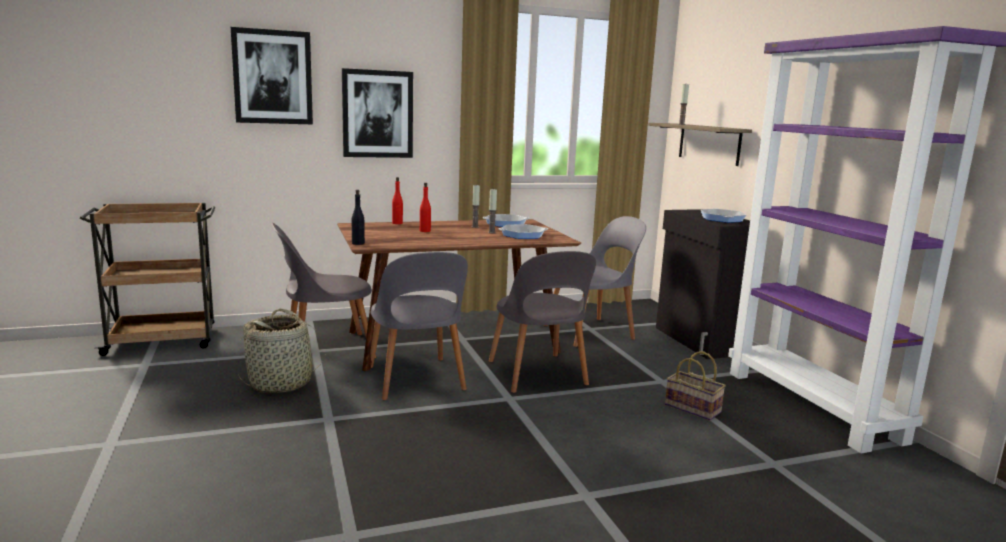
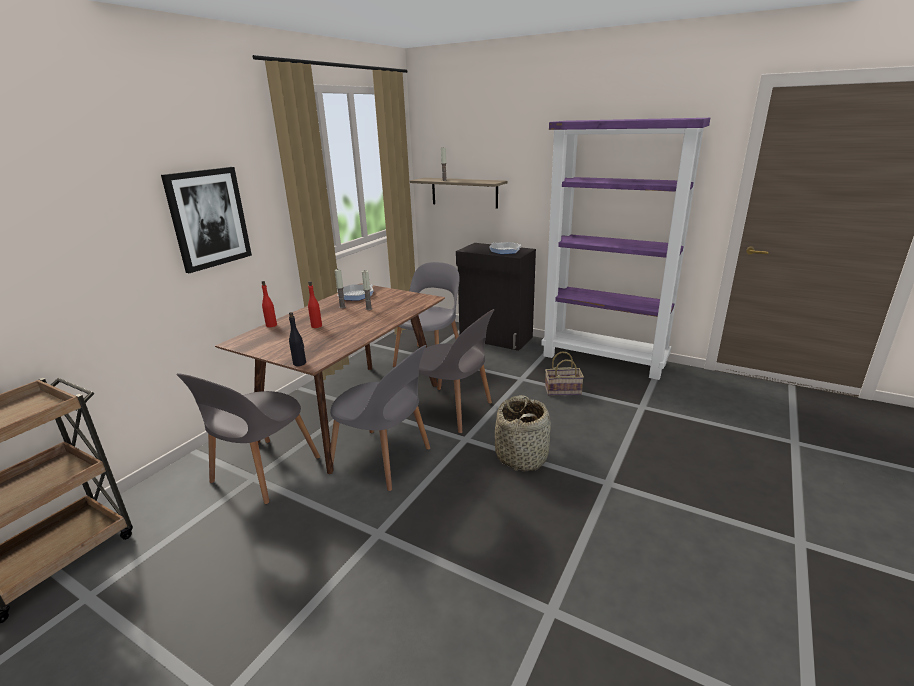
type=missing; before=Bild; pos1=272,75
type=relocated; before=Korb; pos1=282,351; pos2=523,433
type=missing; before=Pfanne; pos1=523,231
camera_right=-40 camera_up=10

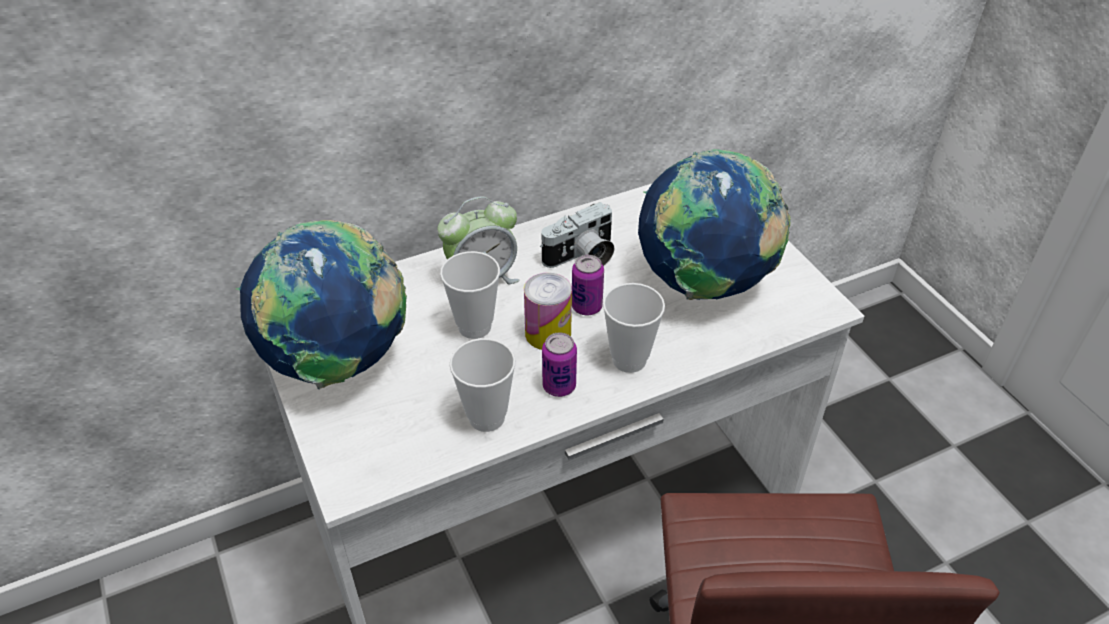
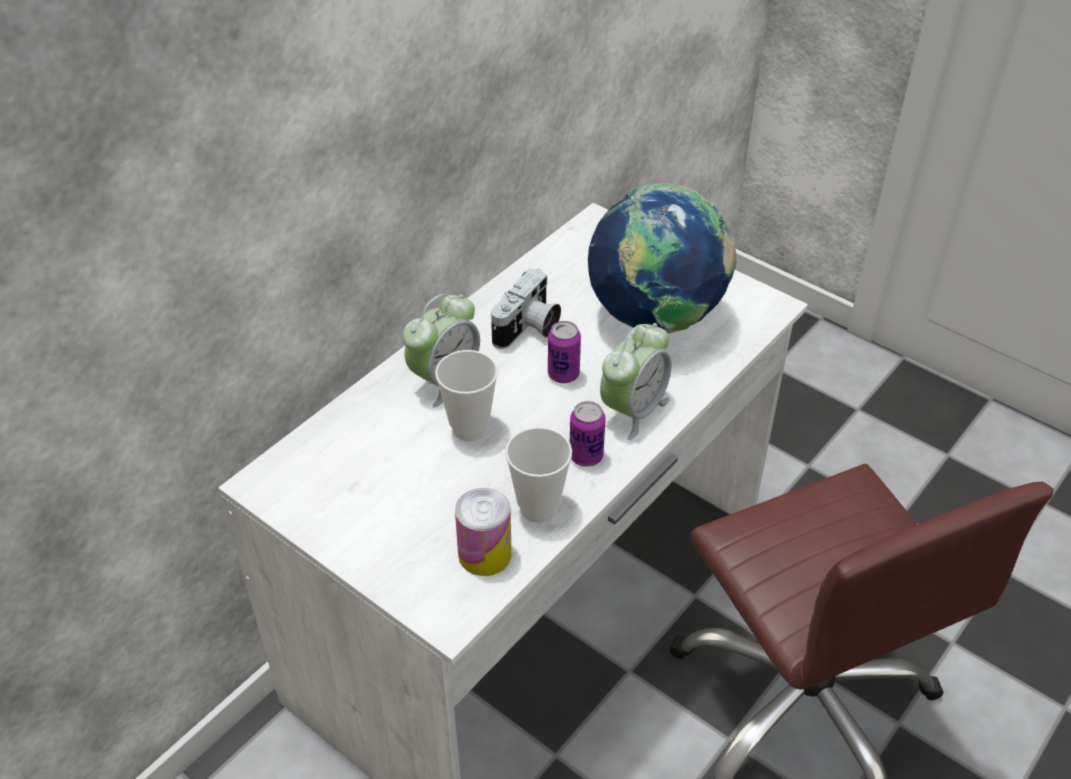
type=missing; before=Globus; pos1=321,304
type=relocated; before=Dose; pos1=548,311; pos2=483,532
type=exchanged; before=Tasse; after=Wecker; pos1=634,328; pos2=636,381
camera_right=-25 camera_up=0

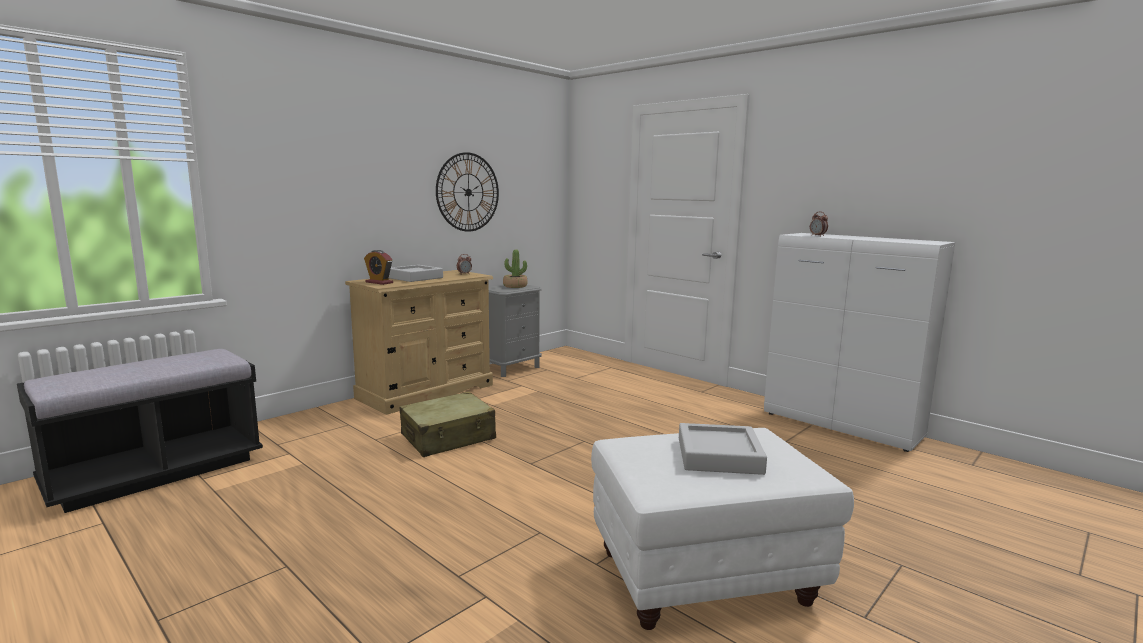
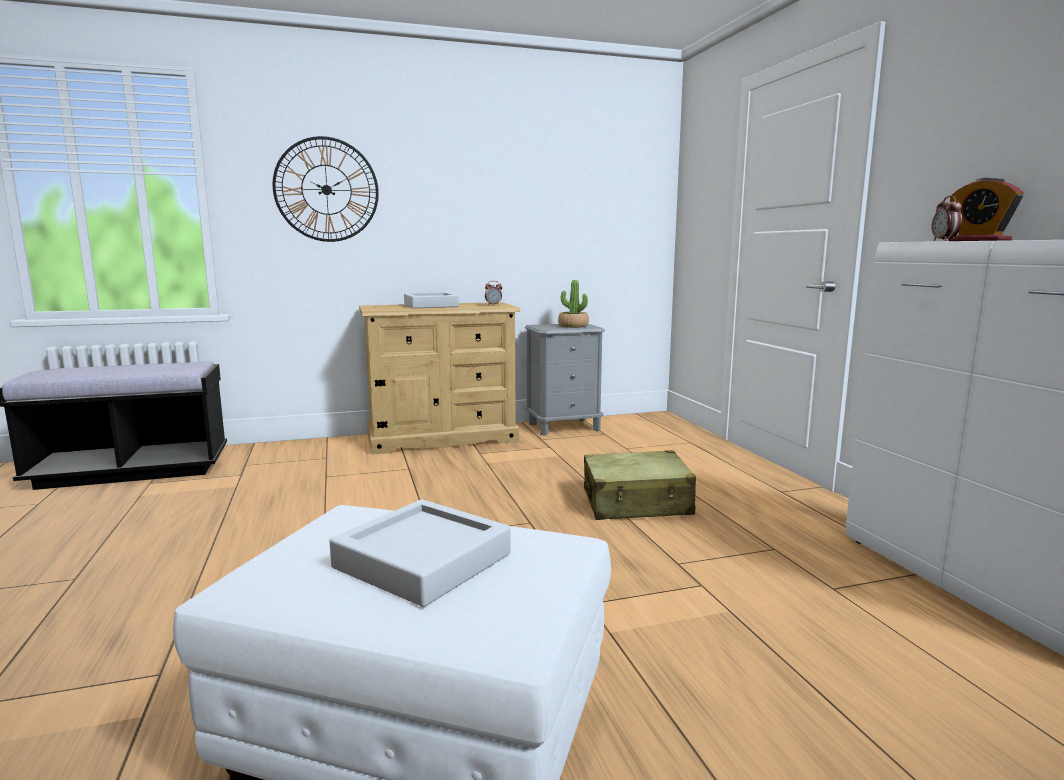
type=relocated; before=Wecker; pos1=378,267; pos2=986,209
type=relocated; before=Koffer/beige; pos1=448,424; pos2=640,485
type=relocated; before=Wanduhr; pos1=467,192; pos2=326,189
camera_right=30 camera_up=0

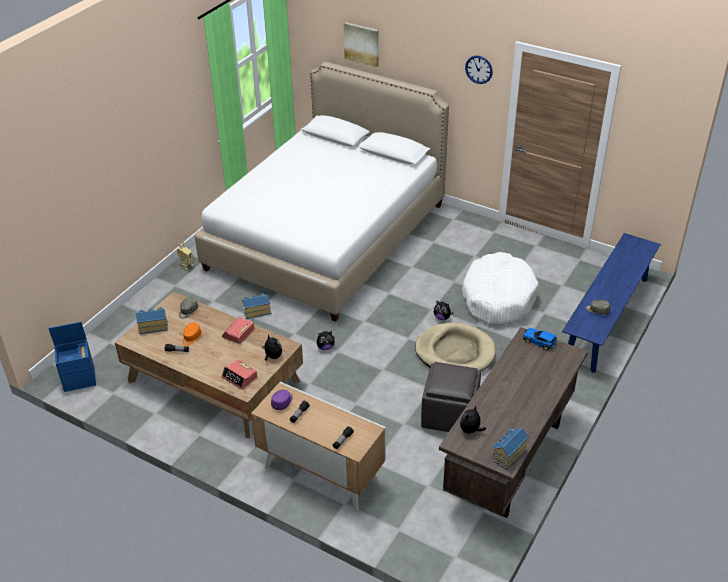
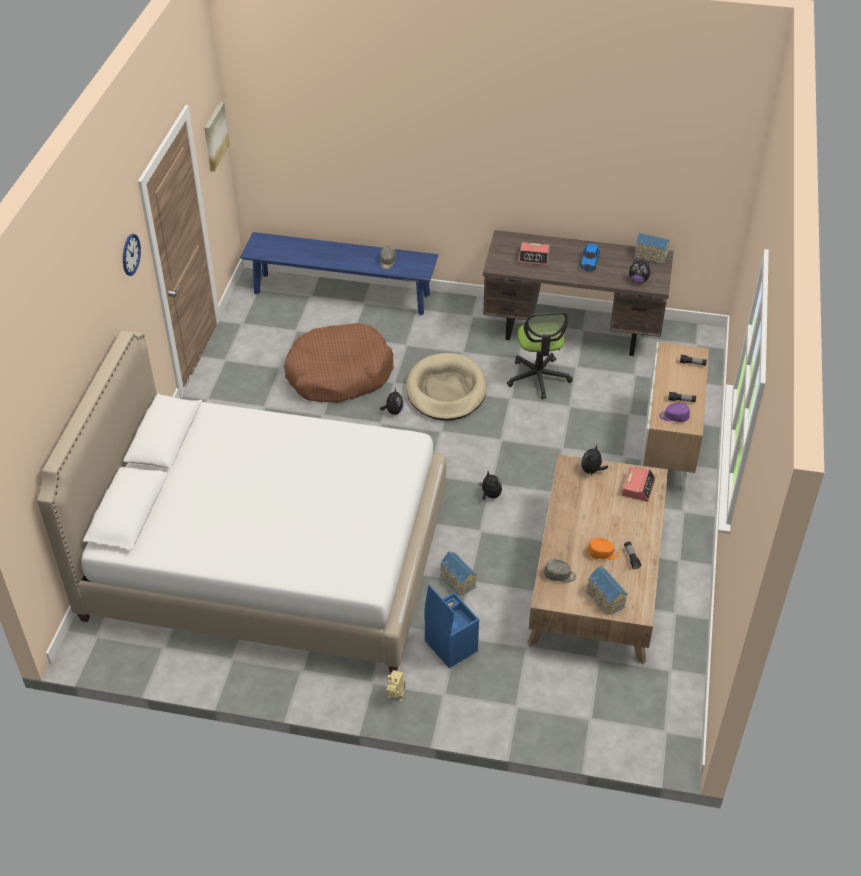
type=relocated; before=Aufbewahrungsbox/blau; pos1=72,357; pos2=452,626
type=relocated; before=Wecker; pos1=238,330; pos2=534,253
type=relocated; before=Bild; pos1=361,44; pos2=217,137
type=exchanged; before=Polsterhocker/grau; after=Bürostuhl; pos1=451,397; pos2=540,356
type=colour; before=Hundebett/weiß; after=Hundebett/braun; pos1=500,288; pos2=339,363
type=relocated; before=Spielzeugauto; pos1=540,339; pos2=590,257
camera_right=-110 camera_up=5

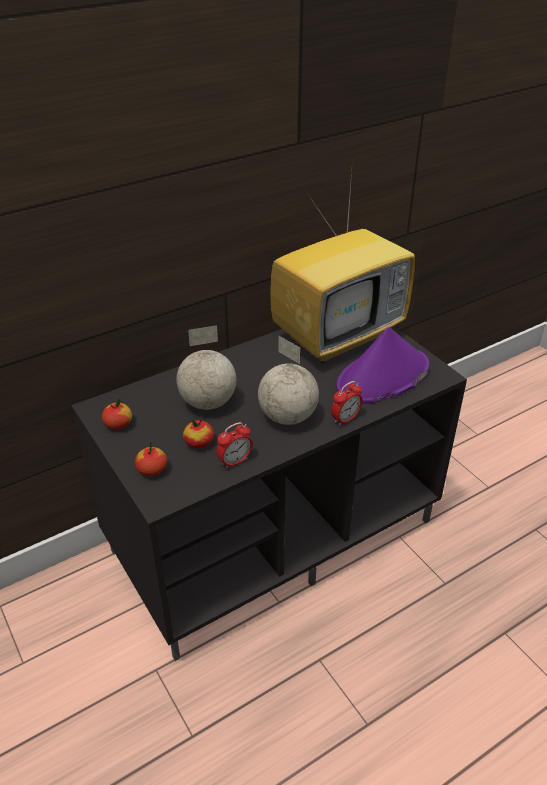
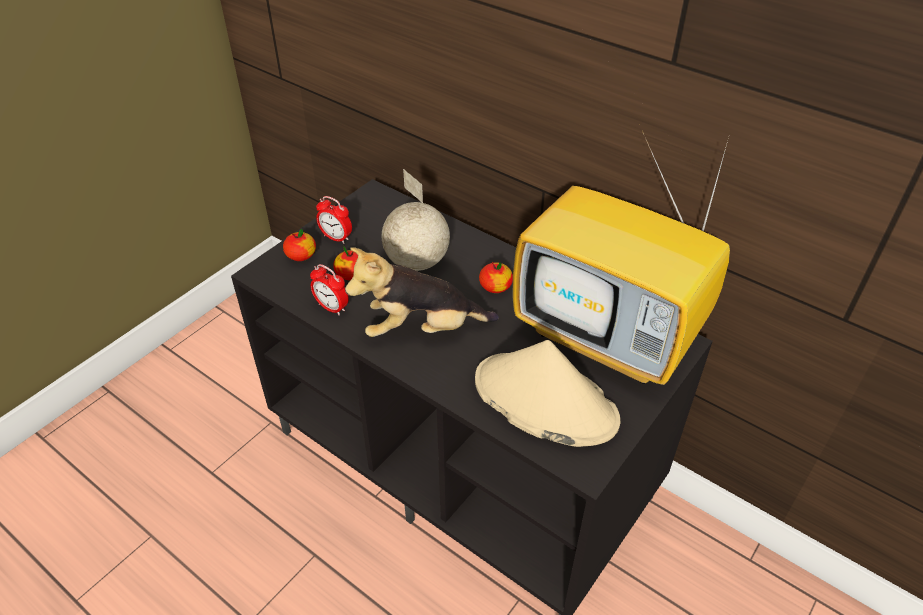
type=relocated; before=Apfel; pos1=117,414; pos2=496,277
type=exchanged; before=Globus; after=Plüschtier; pos1=288,380; pos2=422,292
type=relocated; before=Wecker; pos1=347,403; pos2=334,220
type=colour; before=Hut/lila; after=Hut/beige; pos1=382,365; pos2=547,393
camera_right=70 camera_up=5

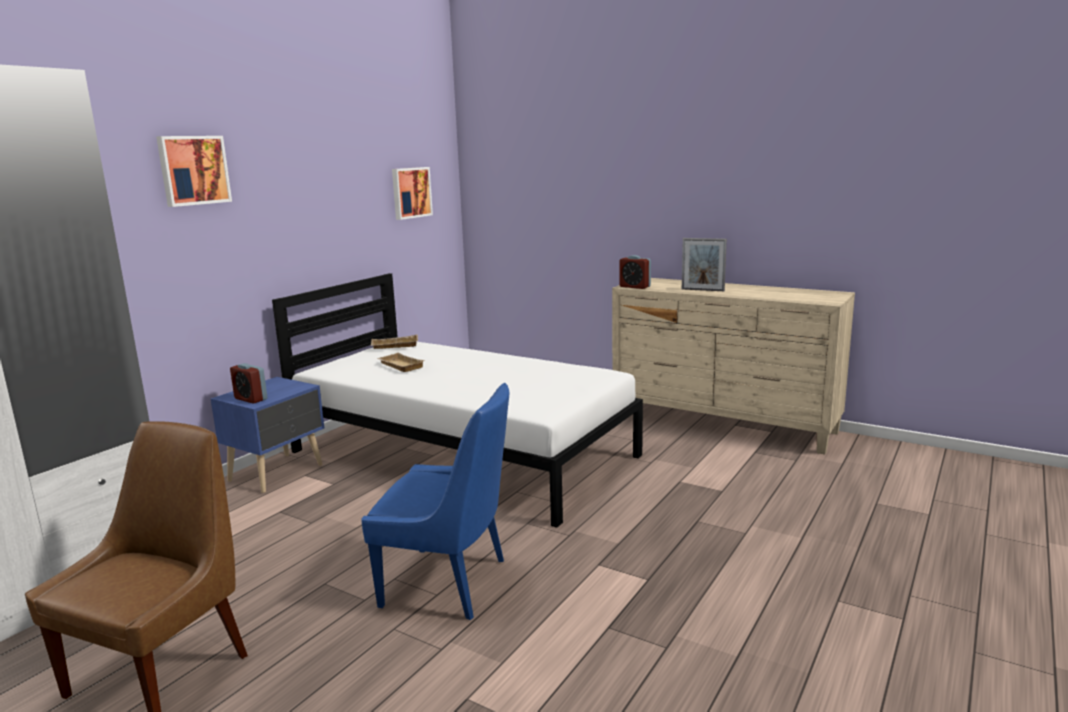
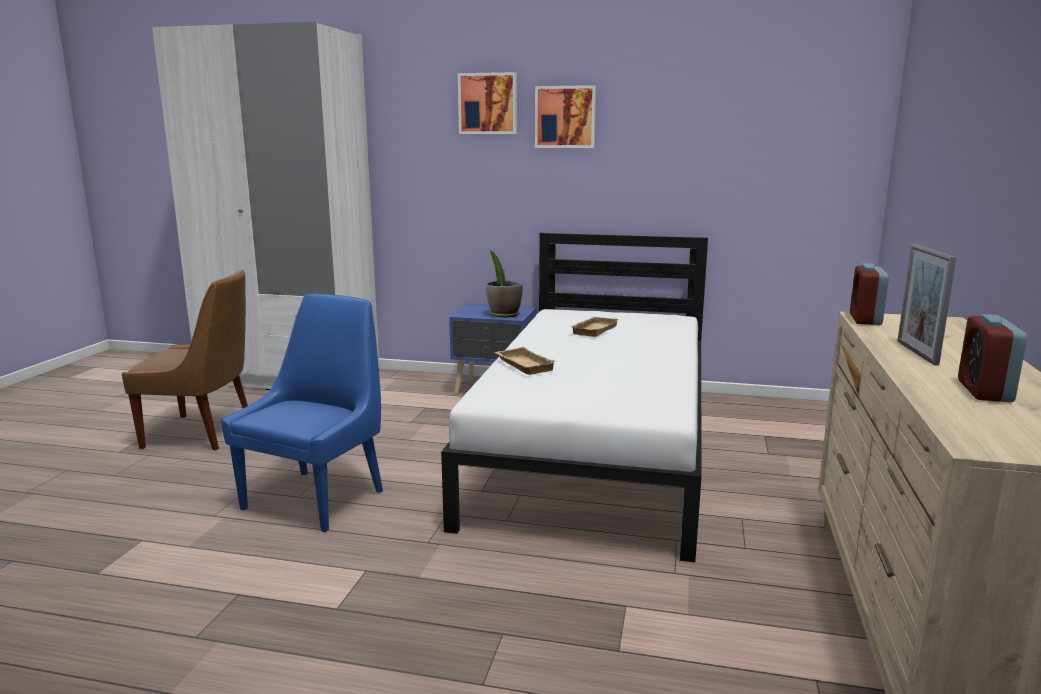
type=relocated; before=Wecker; pos1=248,383; pos2=992,358
type=spun; before=Stuhl/blau; pos1=435,501; pos2=302,413; turn=-150
type=relocated; before=Tablett/beige; pos1=394,341; pos2=525,361
type=relocated; before=Bild; pos1=412,193; pos2=565,116
type=appeared; after=Topfpflanze; pos2=504,284
camera_right=70 camera_up=0

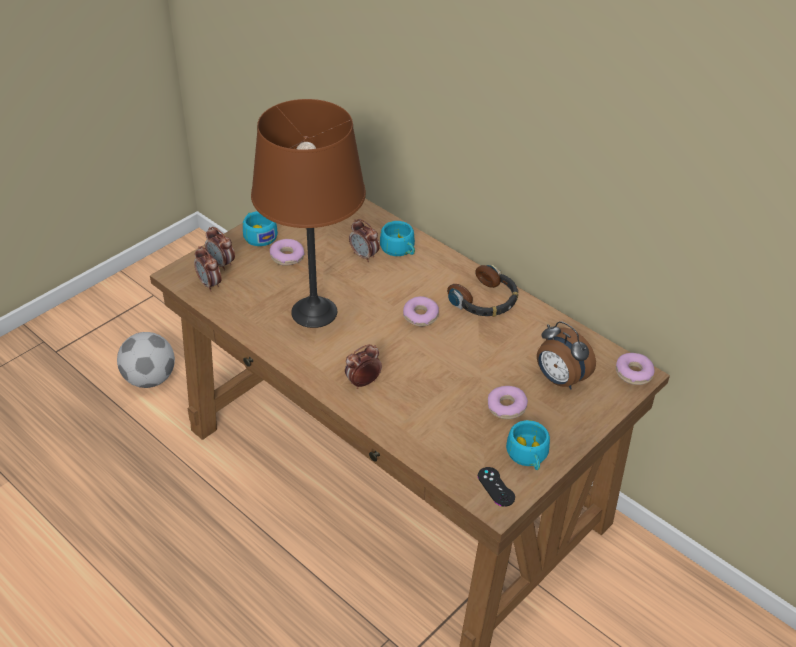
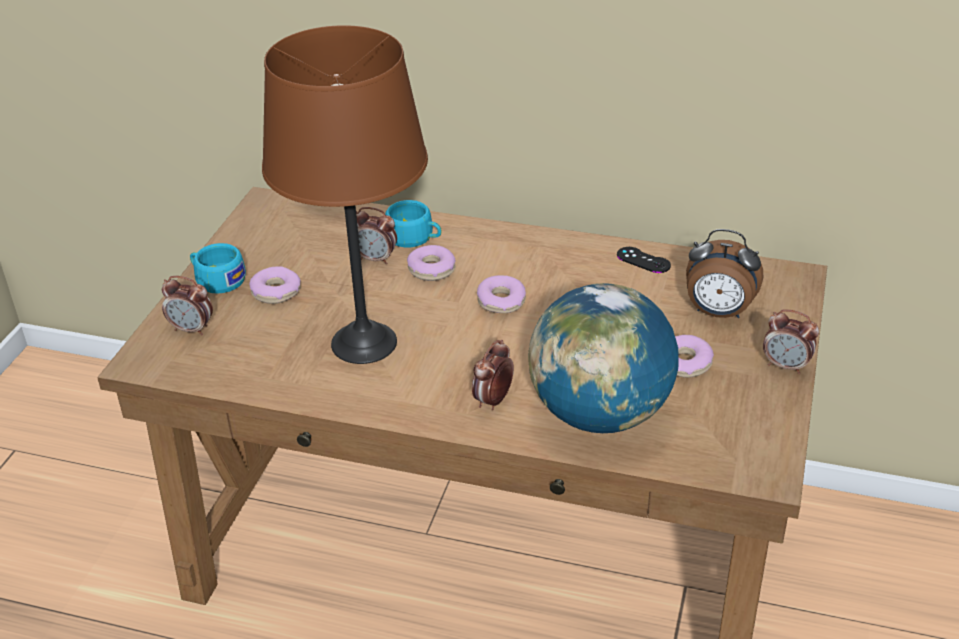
type=missing; before=Fußball; pos1=146,360
type=relocated; before=Wecker; pos1=207,269; pos2=791,341
type=missing; before=Kopfhörer; pos1=482,291
type=relocated; before=Gamepad/schwarz; pos1=496,487; pos2=644,260
type=missing; before=Tasse/türkis; pos1=528,445
type=relocated; before=Donut; pos1=635,369; pos2=431,263
type=appeared; after=Globus; pos2=603,358
camera_right=-25 camera_up=-5

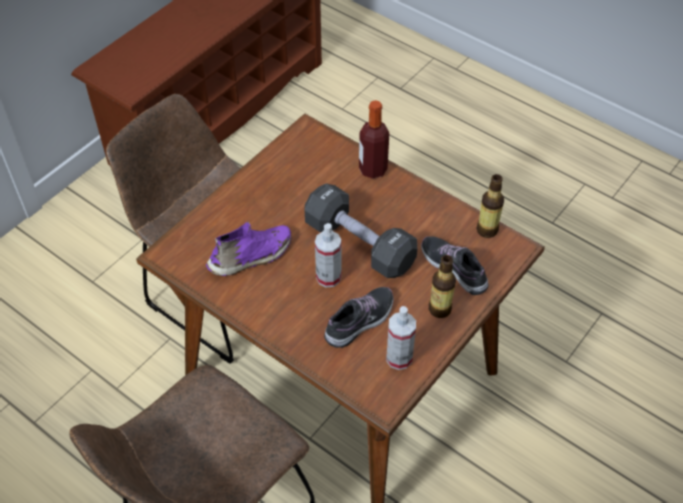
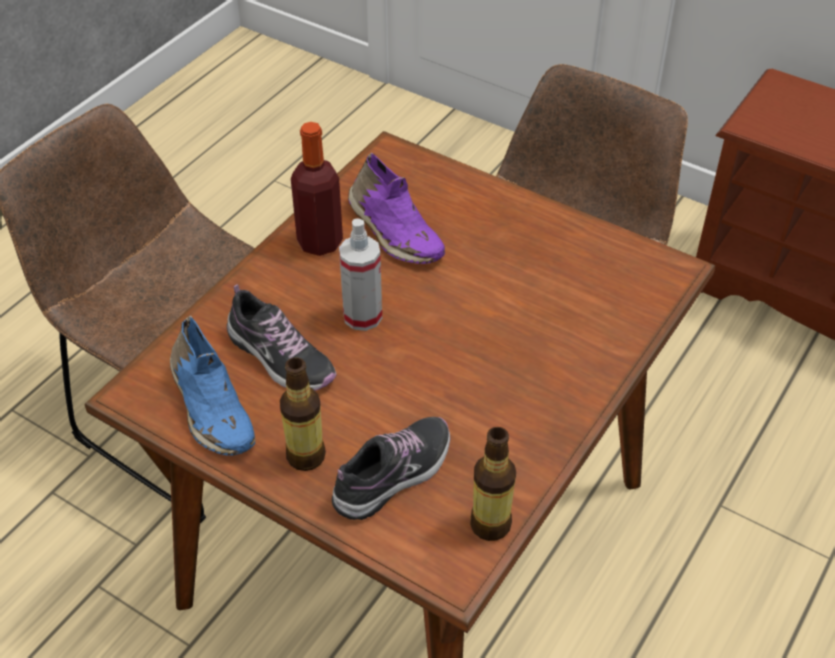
type=missing; before=Hantel/schwarz; pos1=361,231
type=relocated; before=Flasche; pos1=374,139; pos2=317,189
type=exchanged; before=Sprühflasche; after=Schuh/blau; pos1=401,338; pos2=212,385
camera_right=85 camera_up=-5

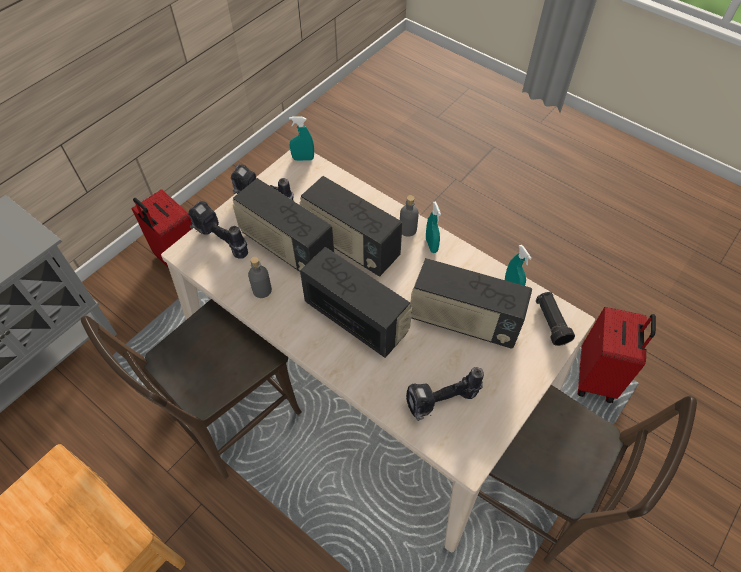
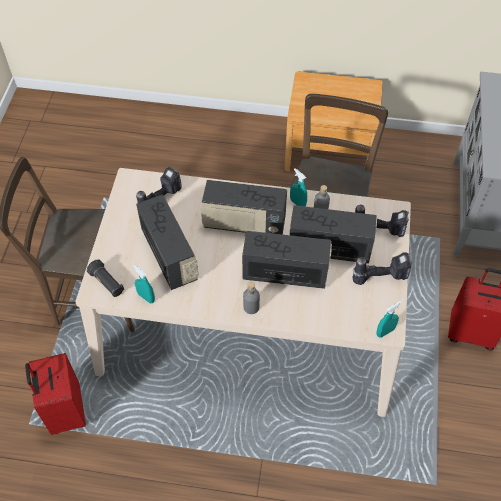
type=spun; before=Radio; pos1=471,303; pos2=167,242; turn=75
type=relocated; before=Sprühflasche/türkis; pos1=433,227; pos2=298,187
camera_right=150 camera_up=0

